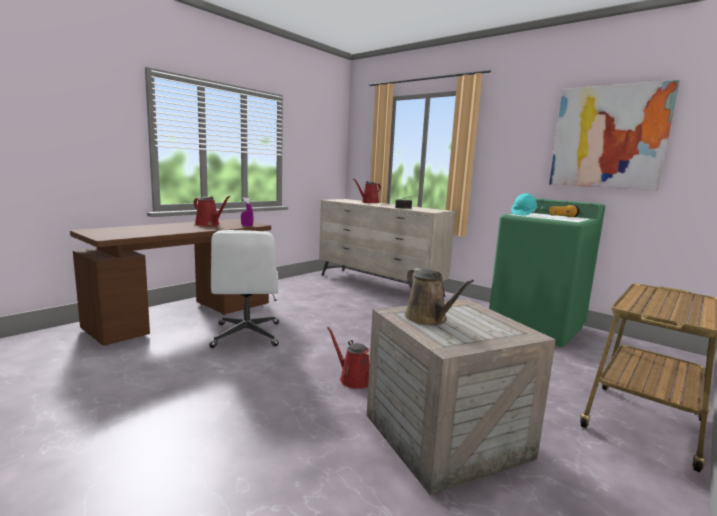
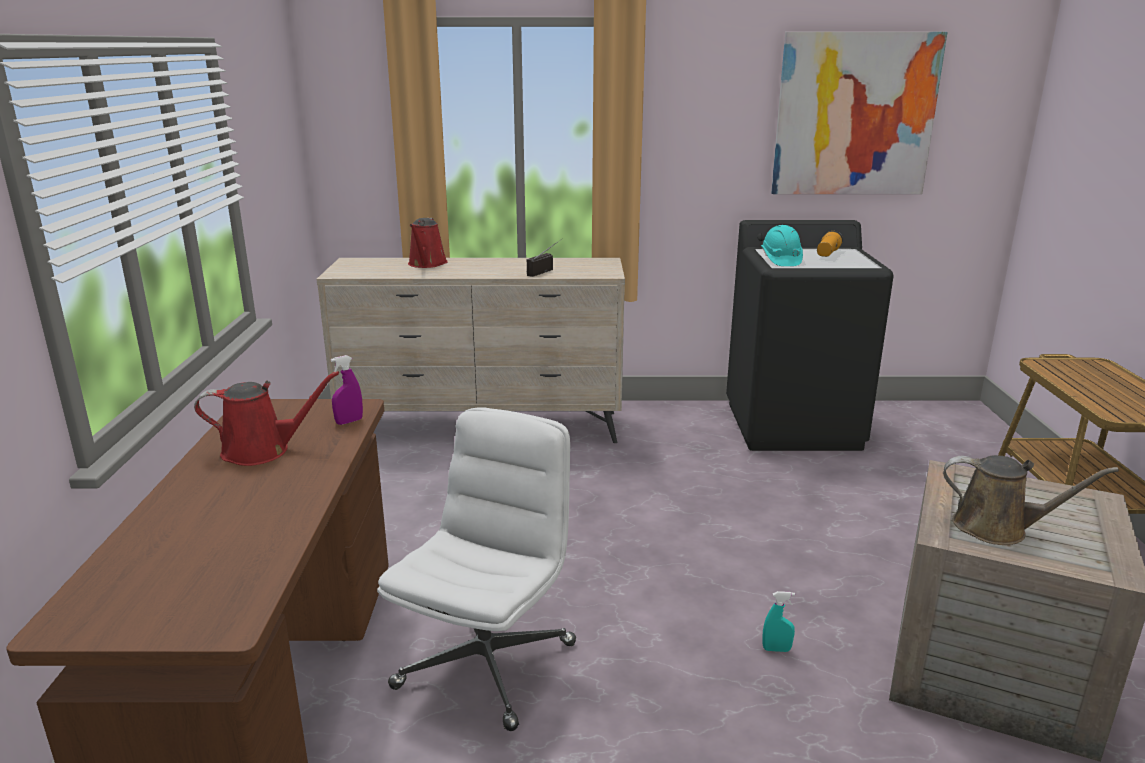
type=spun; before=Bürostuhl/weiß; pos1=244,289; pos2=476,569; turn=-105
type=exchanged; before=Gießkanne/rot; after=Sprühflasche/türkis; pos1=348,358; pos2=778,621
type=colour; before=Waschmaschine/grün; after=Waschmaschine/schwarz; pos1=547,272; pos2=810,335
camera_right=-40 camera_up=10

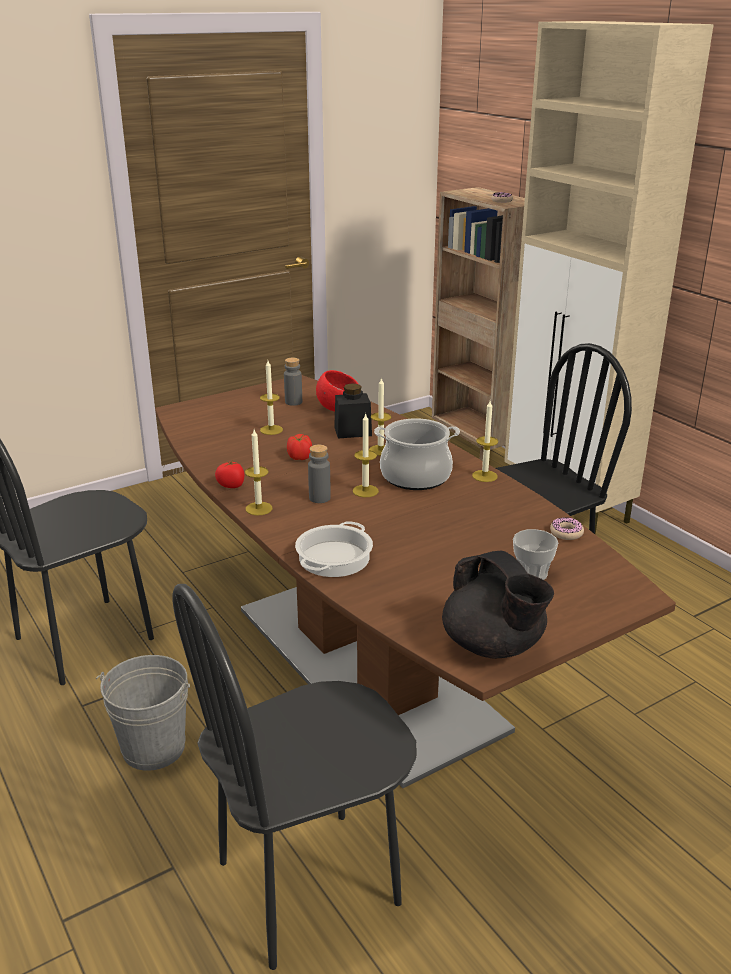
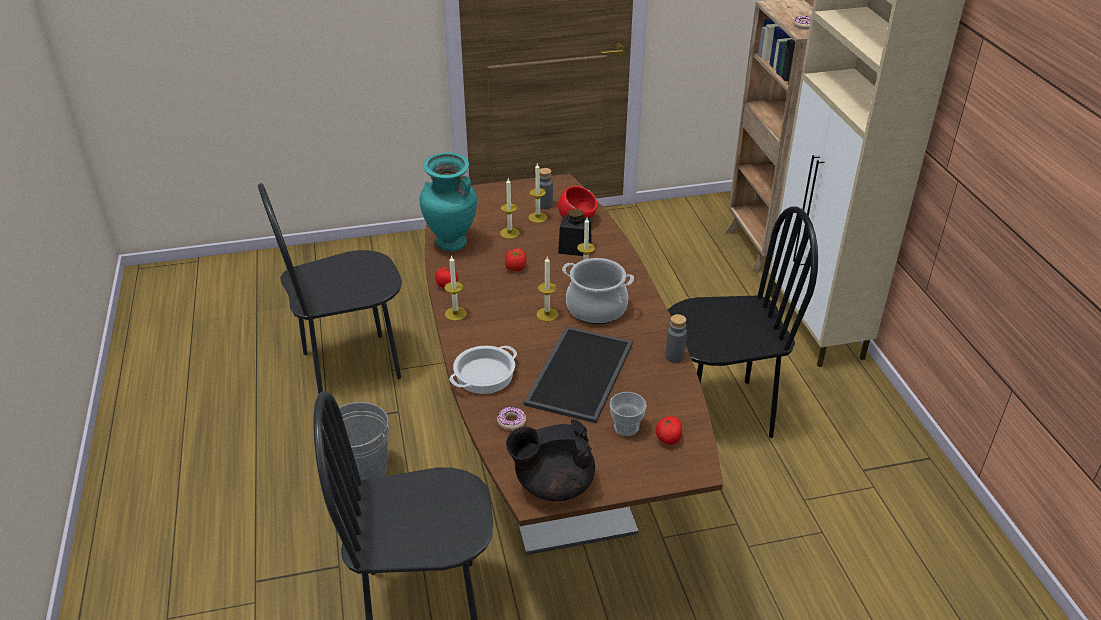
type=relocated; before=Flasche/grau; pos1=319,474; pos2=676,338
type=spun; before=Teekanne/schwarz; pos1=498,605; pos2=550,460; turn=90
type=relocated; before=Kerze; pos1=485,441; pos2=538,193
type=relocated; before=Donut; pos1=567,528; pos2=511,419
type=appeared; after=Vase/türkis; pos2=448,202
type=appeared; after=Tablett; pos2=578,374
type=appeared; after=Tomate; pos2=669,430
camera_right=20 camera_up=10

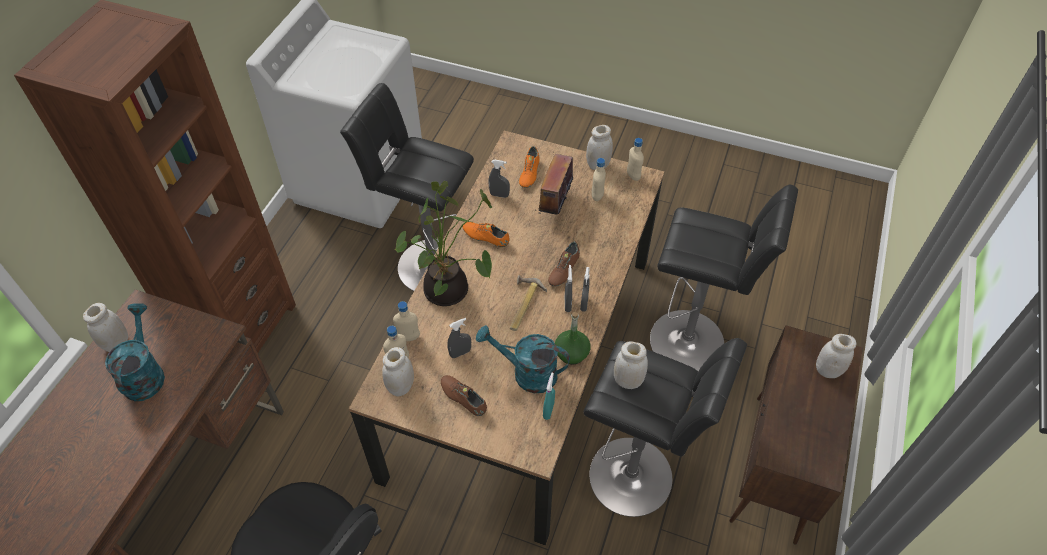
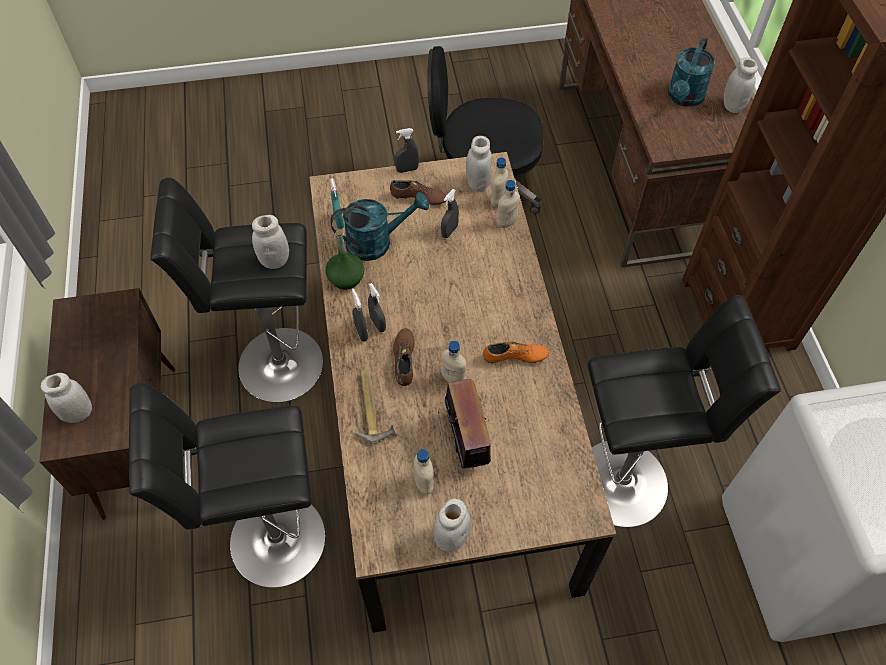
type=spun; before=Gießkanne/türkis; pos1=135,352; pos2=691,72; turn=60
type=missing; before=Topfpflanze; pos1=443,243
type=relocated; before=Sprühflasche/grau; pos1=499,179; pos2=407,150
type=relocated; before=Hammer; pos1=528,303; pos2=376,407
type=missing; before=Schuh/orange; pos1=529,167
type=relocated; before=Flasche/beige; pos1=635,159; pos2=453,362
camera_right=150 camera_up=5

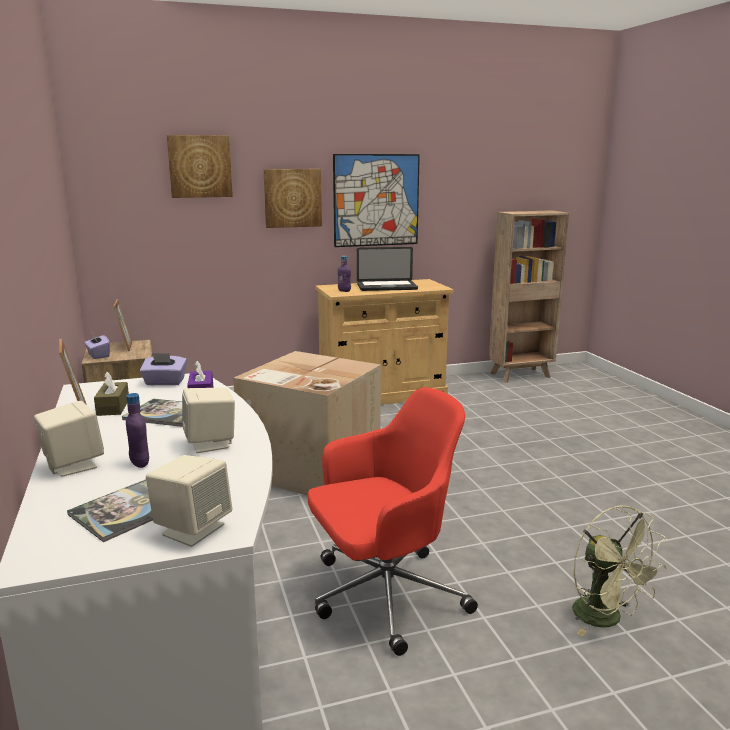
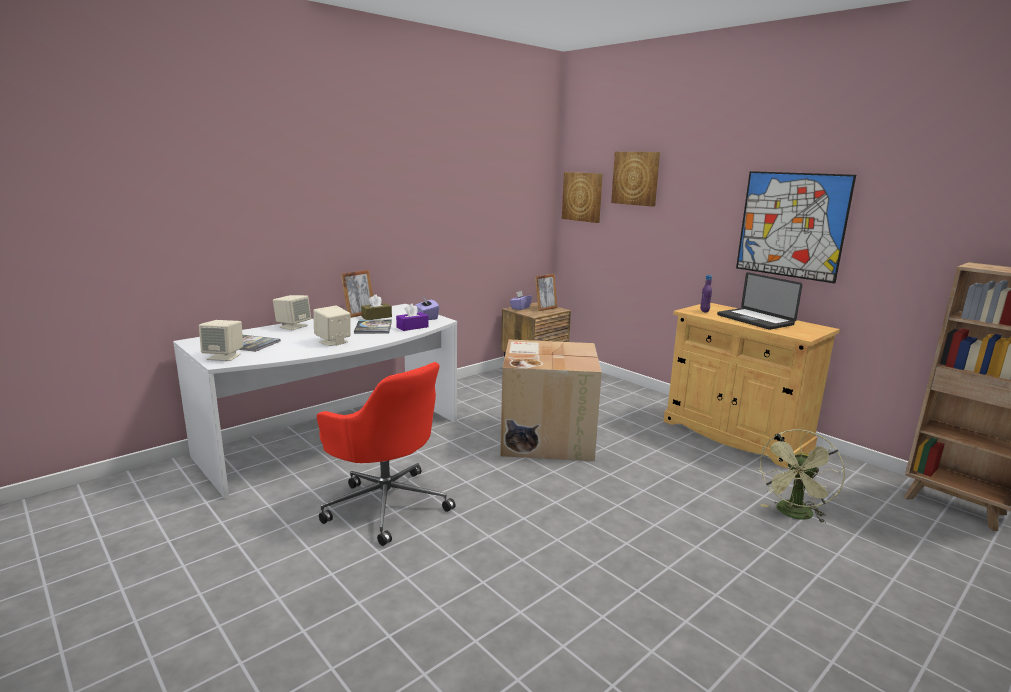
type=missing; before=Flasche/lila; pos1=137,430
type=relocated; before=Bild; pos1=292,198; pos2=582,197
type=relocated; before=Ventilator/grün; pos1=619,571; pos2=801,476
camera_right=65 camera_up=0

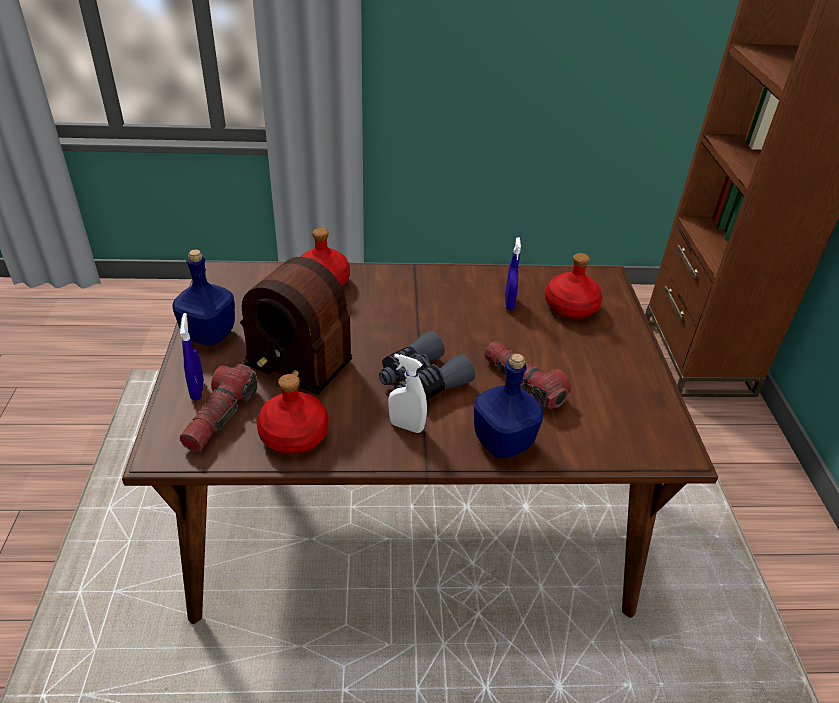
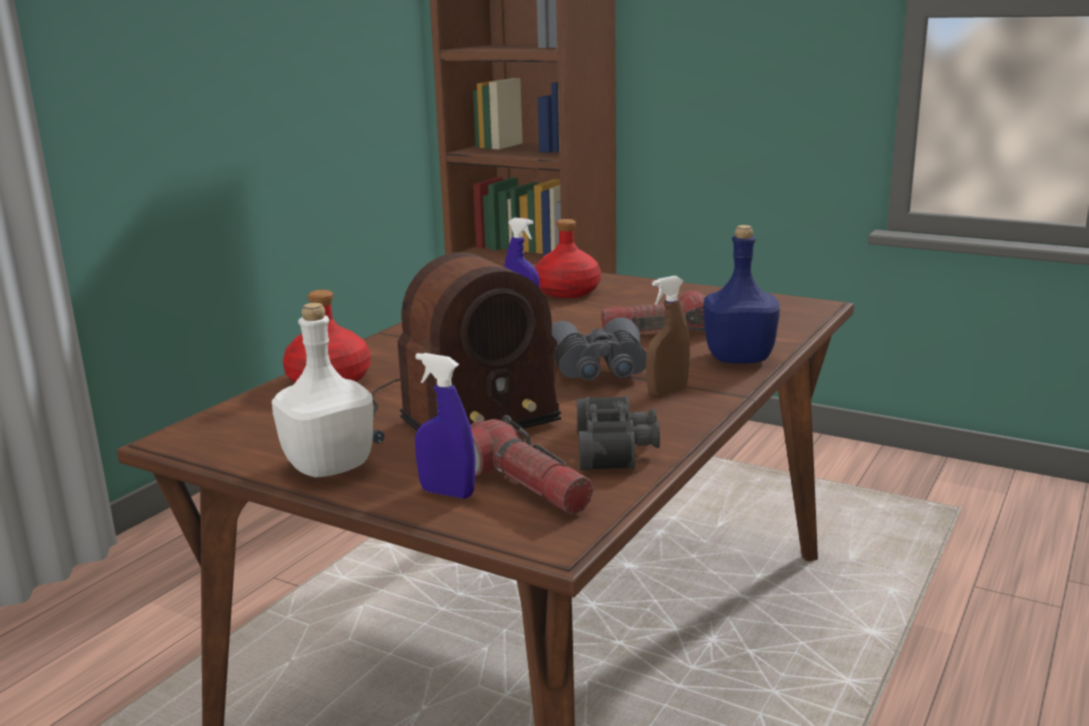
type=colour; before=Flasche/blau; after=Flasche/weiß; pos1=203,297; pos2=323,390
type=exchanged; before=Flasche/rot; after=Fernglas/schwarz; pos1=293,414; pos2=618,433
type=colour; before=Sprühflasche/weiß; after=Sprühflasche/braun; pos1=407,393; pos2=668,336
camera_right=-55 camera_up=-20

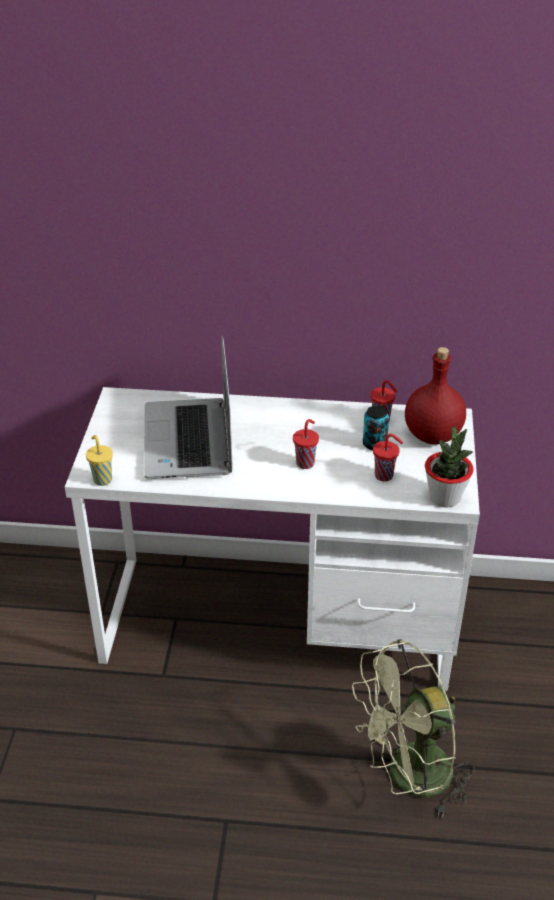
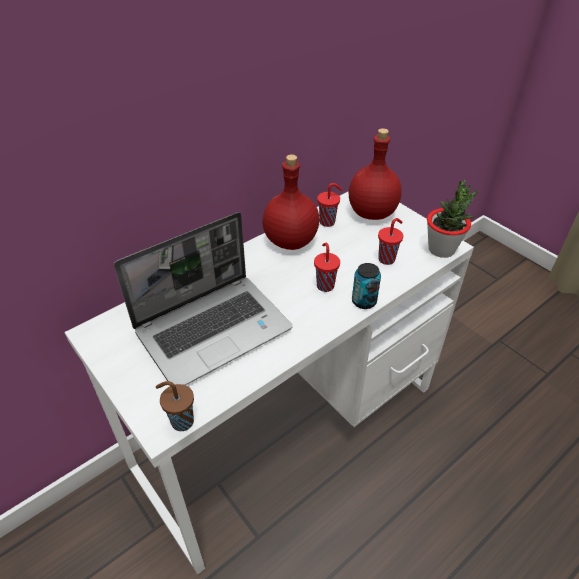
type=colour; before=Tasse/gelb; after=Tasse/braun; pos1=99,460; pos2=175,406
type=spun; before=Laptop; pos1=188,407; pos2=203,298; turn=-75
type=missing; before=Ventilator/grün; pos1=413,729
type=relocated; before=Dose; pos1=376,427; pos2=366,286
type=appeared; after=Flasche/rot; pos2=290,202
camera_right=-45 camera_up=5

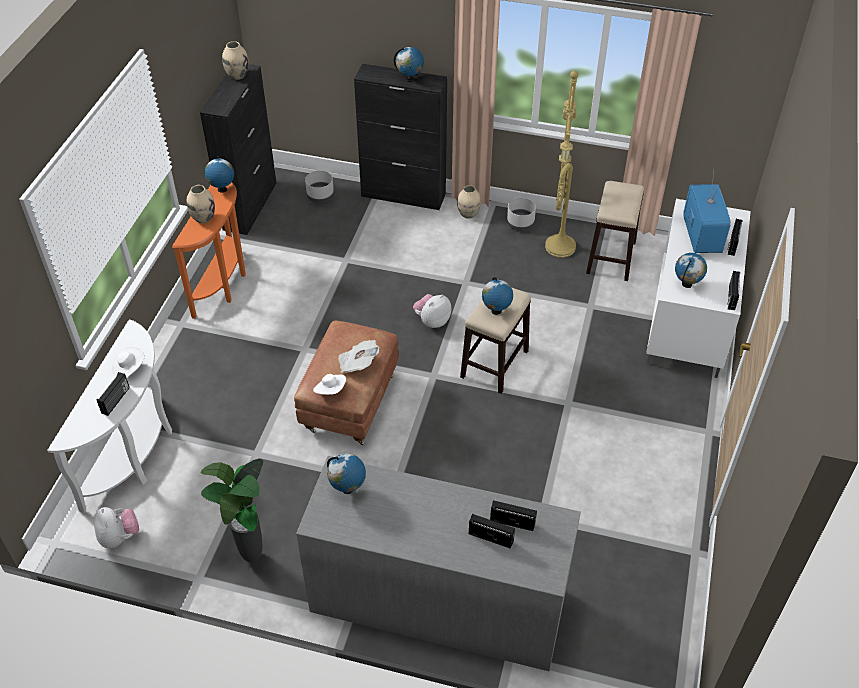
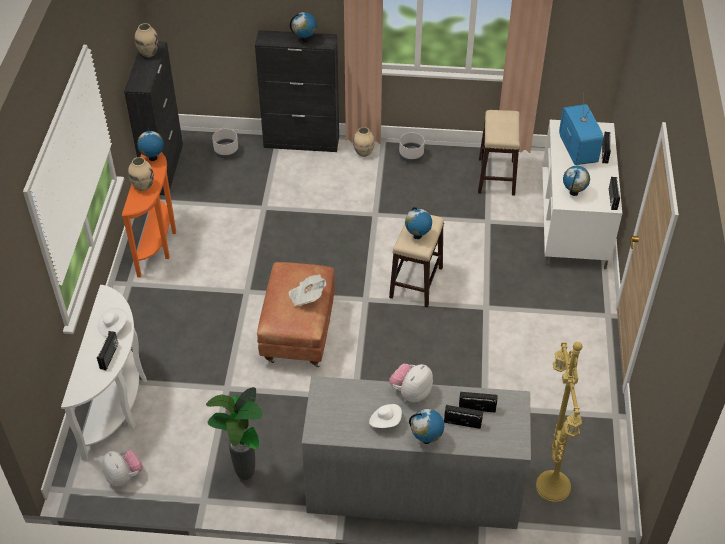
type=relocated; before=Hut/weiß; pos1=329,384; pos2=385,416
type=relocated; before=Globus; pos1=346,473; pos2=426,426
type=relocated; before=Plüschtier; pos1=432,311; pos2=411,383
type=relocated; before=Stehlampe/gelb; pos1=561,164; pos2=559,422
camera_right=-10 camera_up=0

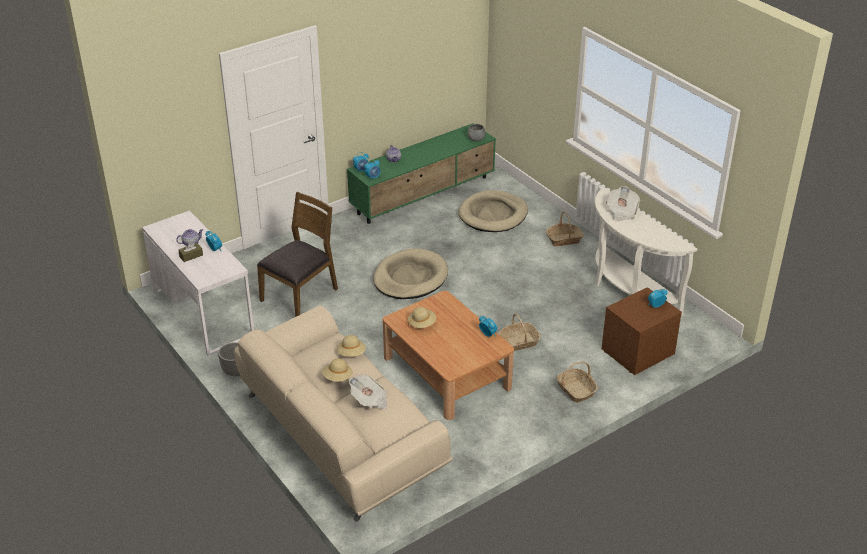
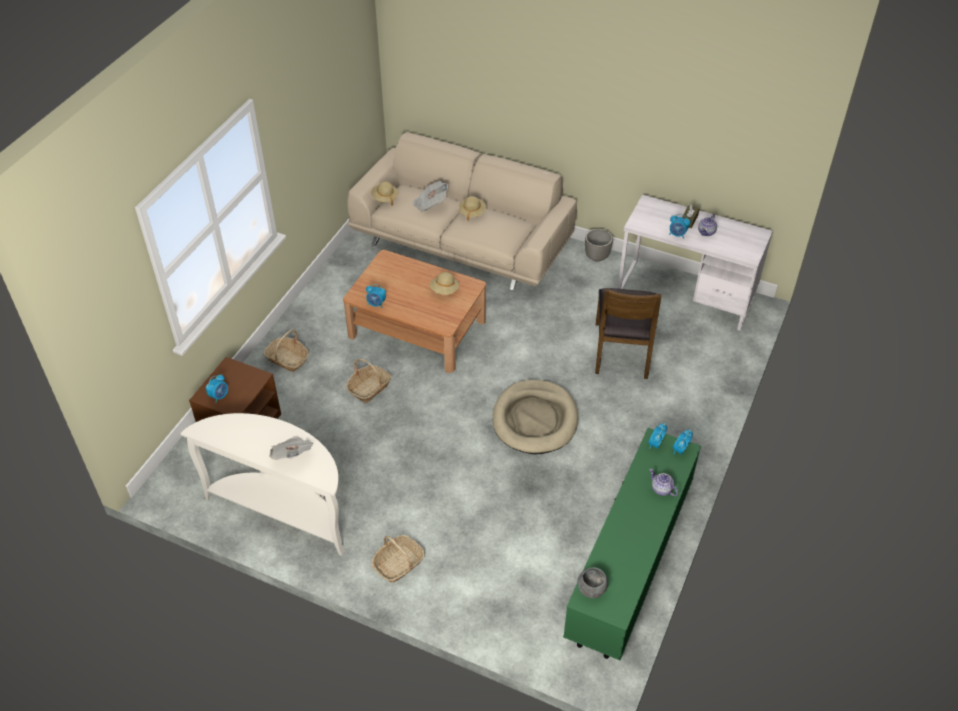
type=relocated; before=Hut/beige; pos1=351,346; pos2=384,193
type=missing; before=Hundebett/beige; pos1=493,211
camera_right=150 camera_up=10

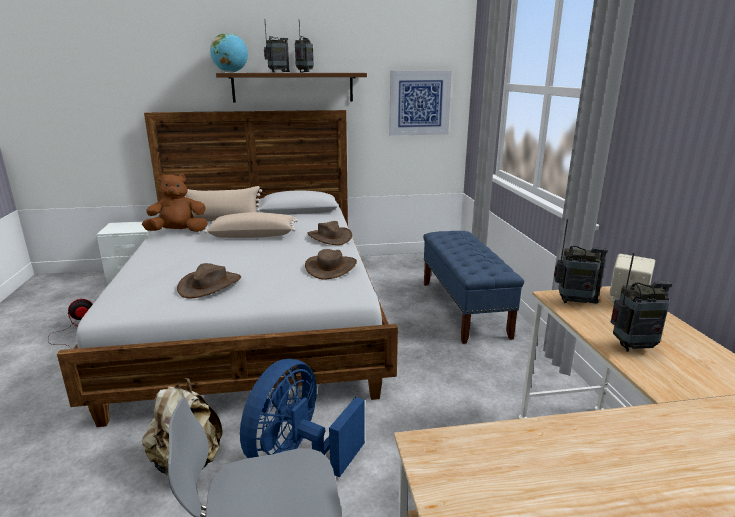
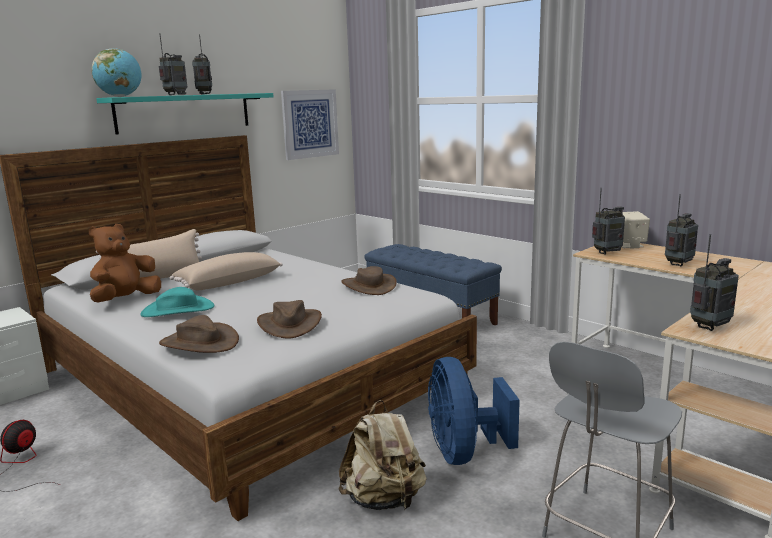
type=colour; before=Wandregal/braun; after=Wandregal/türkis; pos1=291,88; pos2=185,114
type=relocated; before=Hut/braun; pos1=329,233; pos2=199,334
type=appeared; after=Hut/türkis; pos2=177,302
type=appeared; after=Radio; pos2=714,282
camera_right=-35 camera_up=-5

